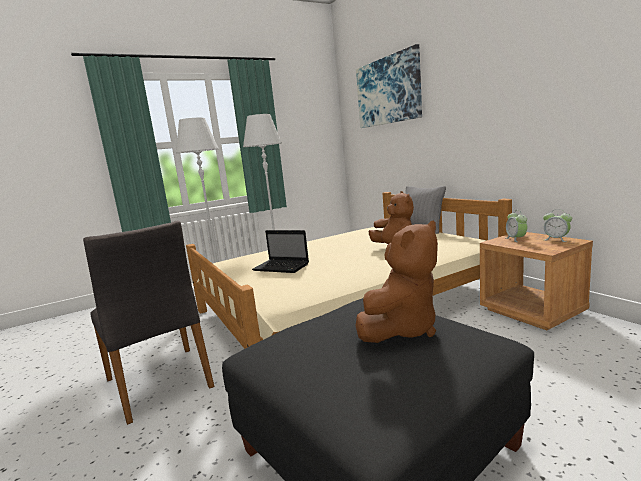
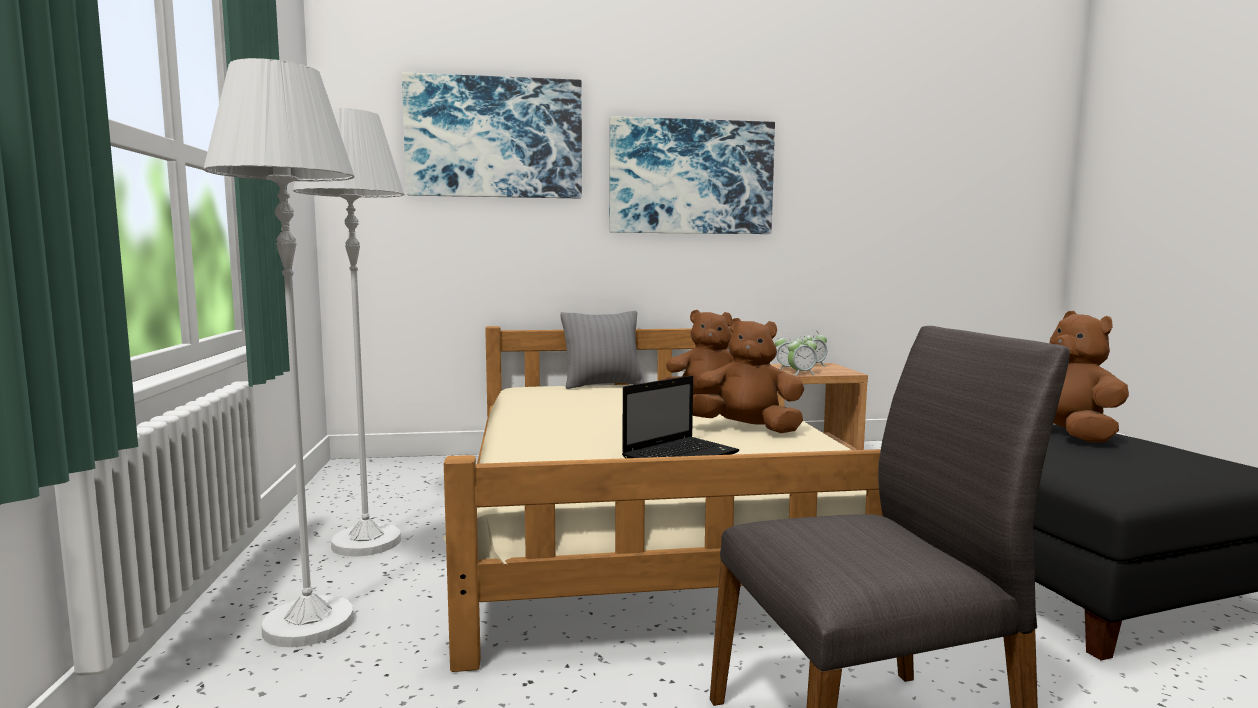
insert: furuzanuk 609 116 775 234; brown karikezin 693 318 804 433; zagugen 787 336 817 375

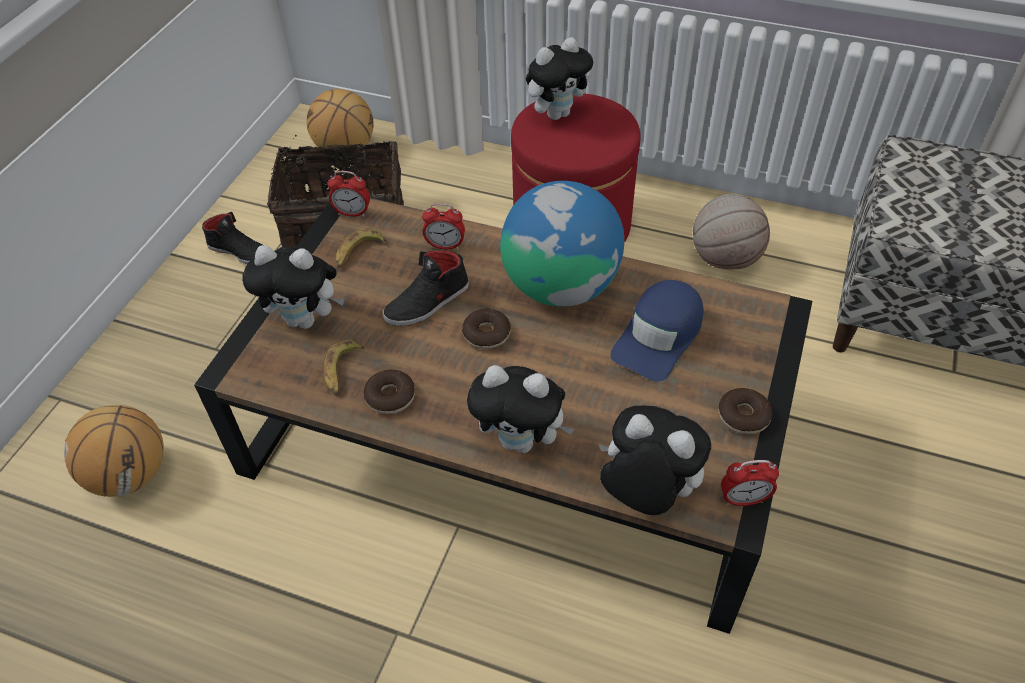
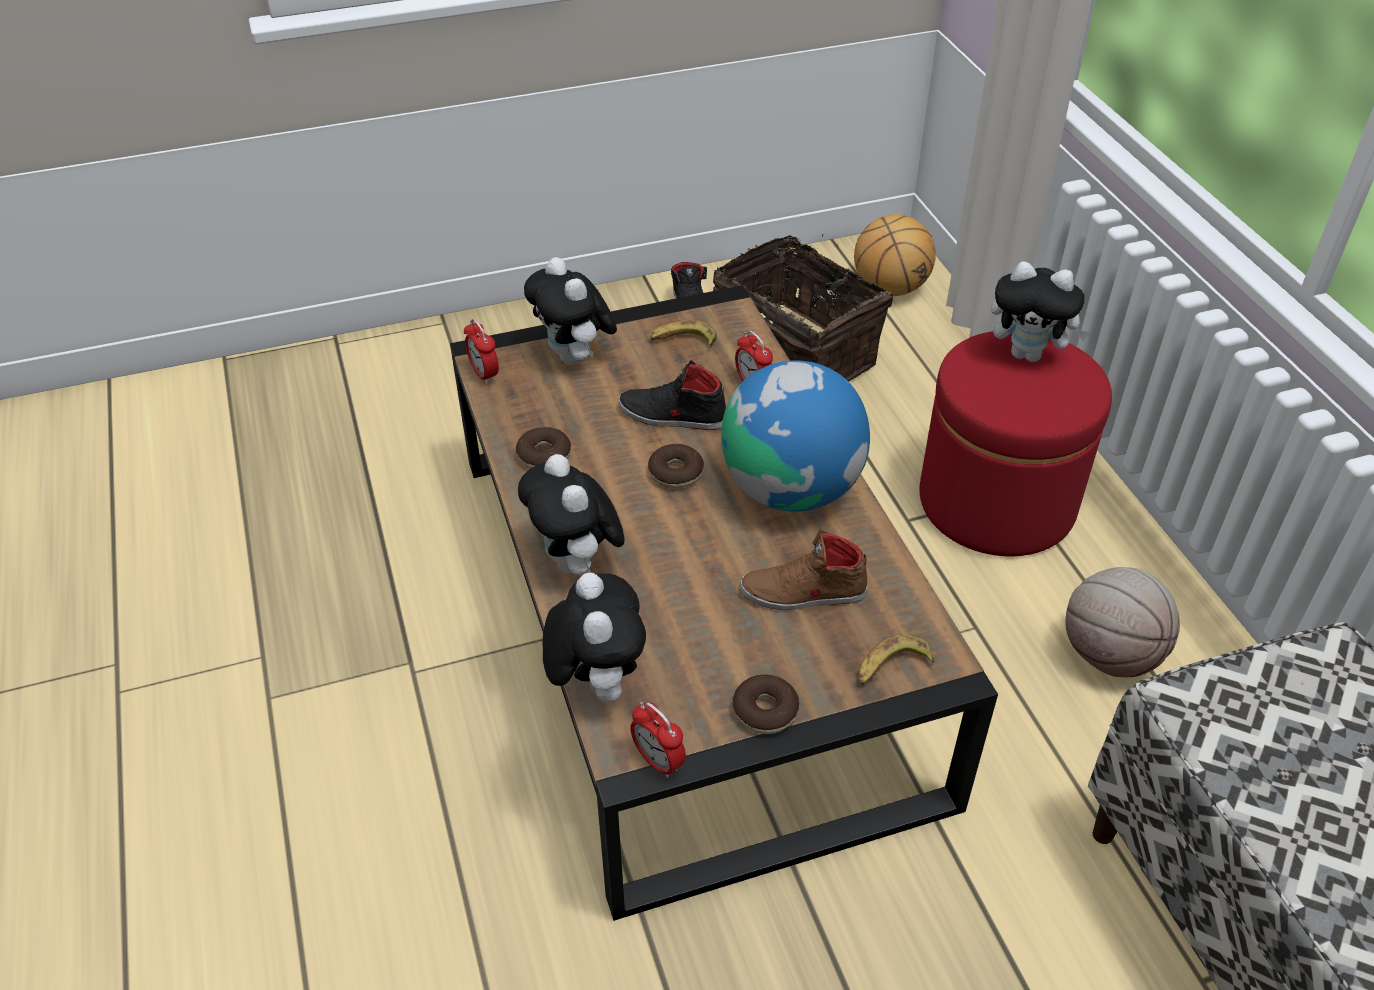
delete: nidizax 64 405 164 497
move: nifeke 323 339 365 395 to 859 634 935 685; zagugen 328 171 370 217 to 464 319 499 384
replace: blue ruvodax 610 280 704 382 to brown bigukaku 740 529 868 610

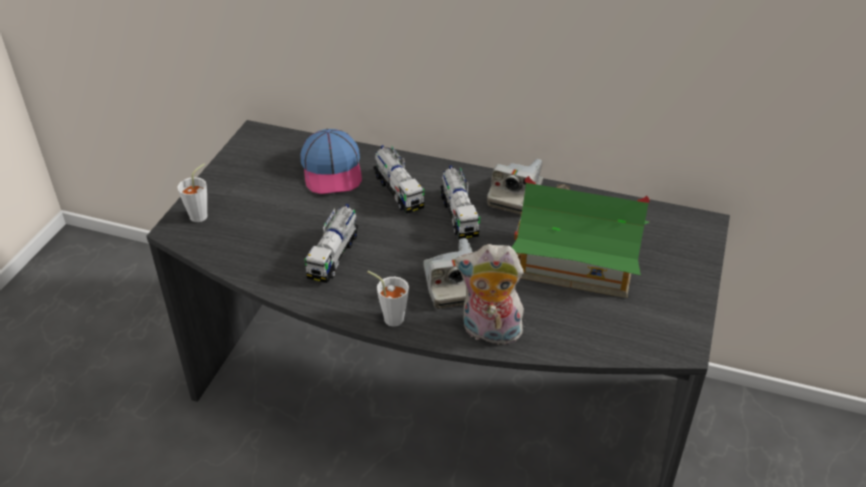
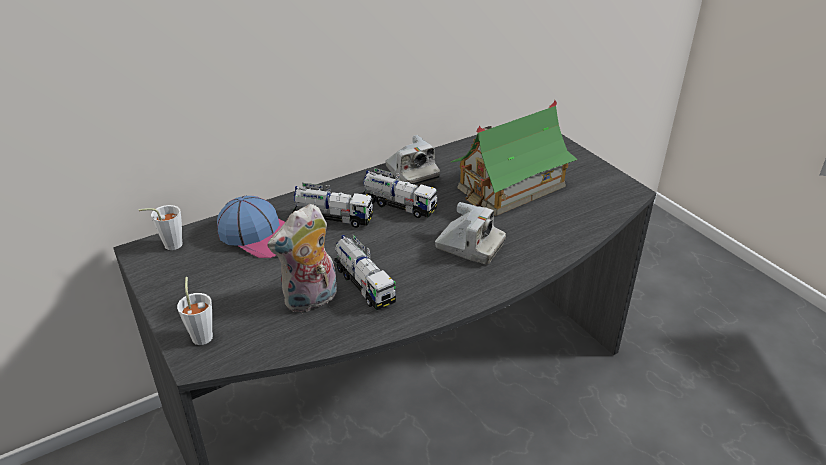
move: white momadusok 367 270 409 327 to 139 205 183 250; karikezin 455 244 525 345 to 267 204 337 312

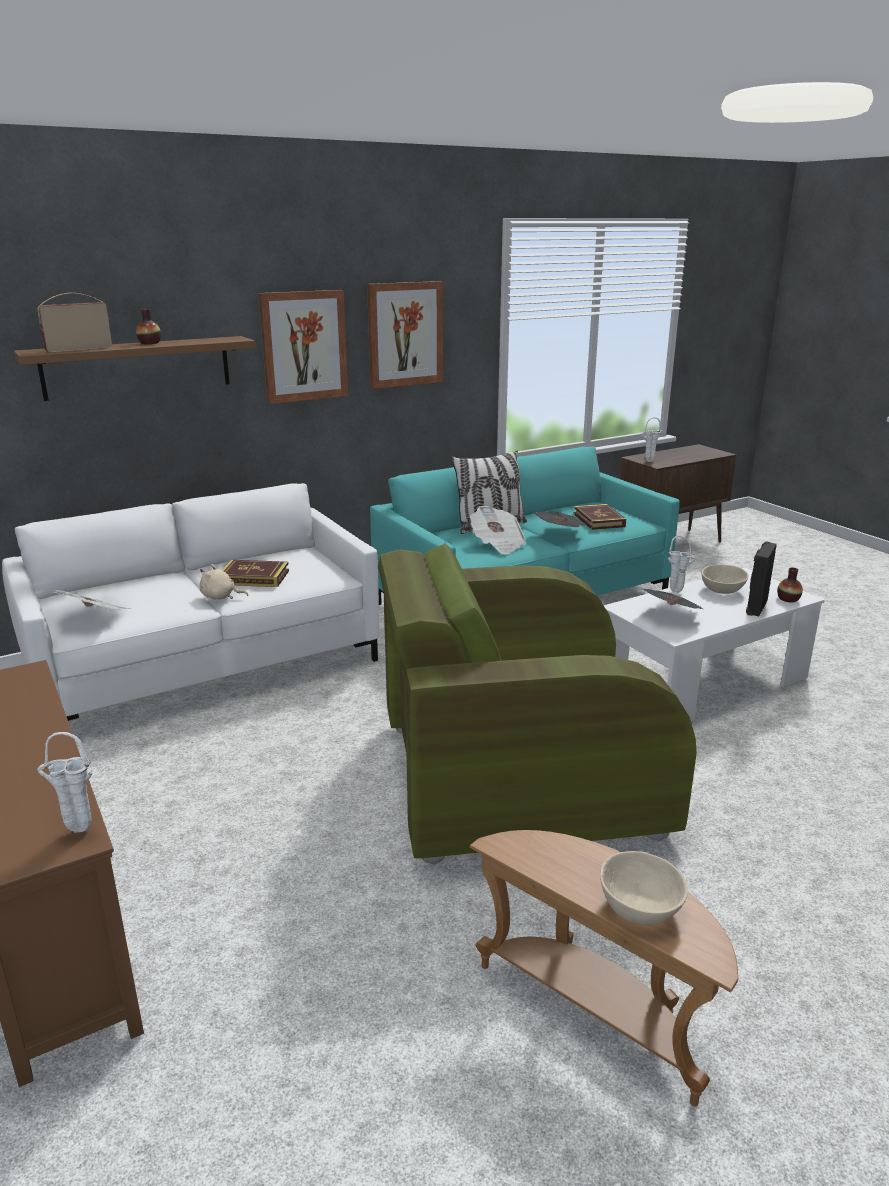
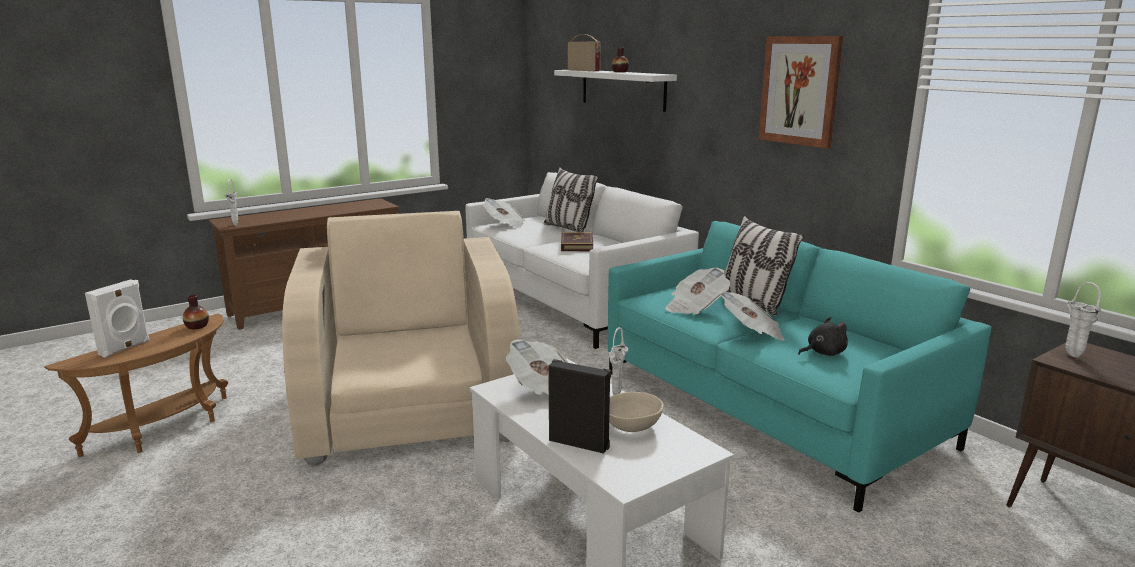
delete: beige karikezin 199 564 248 600; furuzanuk 259 290 348 404
insert: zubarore 544 167 599 232
move: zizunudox 777 567 803 602 to 183 295 209 329
replace: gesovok 574 504 626 530 to black karikezin 798 317 848 356; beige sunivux 600 851 688 925 to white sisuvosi 85 279 150 358
recolor: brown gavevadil 14 336 256 401 to white gavevadil 554 70 677 112; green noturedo 378 544 697 865 to beige noturedo 282 211 520 466

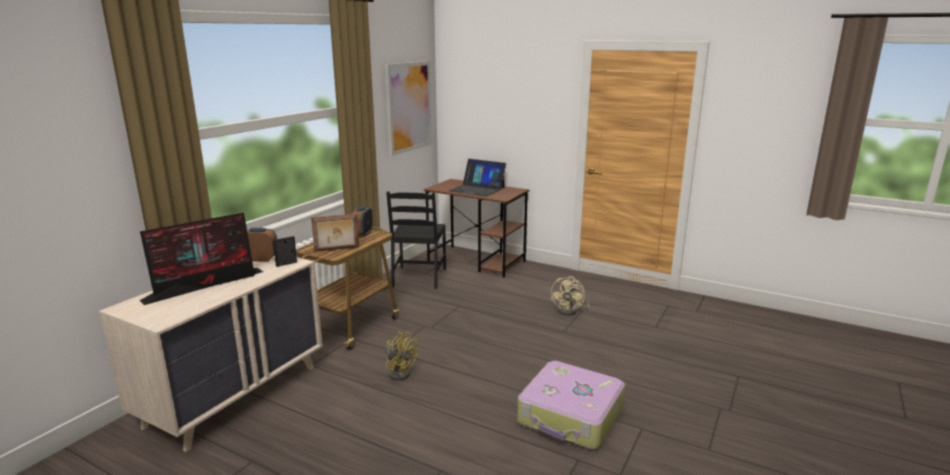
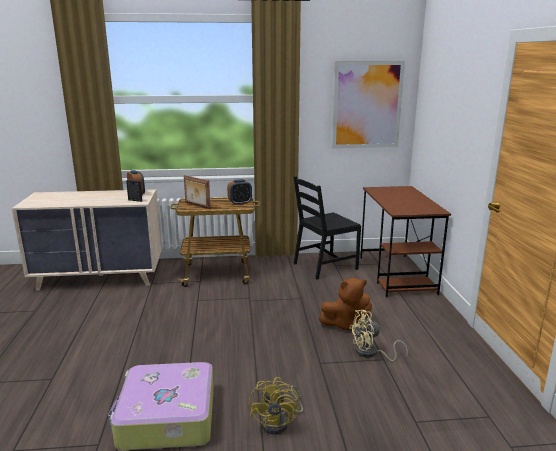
delete: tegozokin 139 213 263 305; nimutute 449 159 506 197
insert: brown karikezin 319 278 372 332
move: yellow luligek 385 331 417 381 to 249 377 303 435

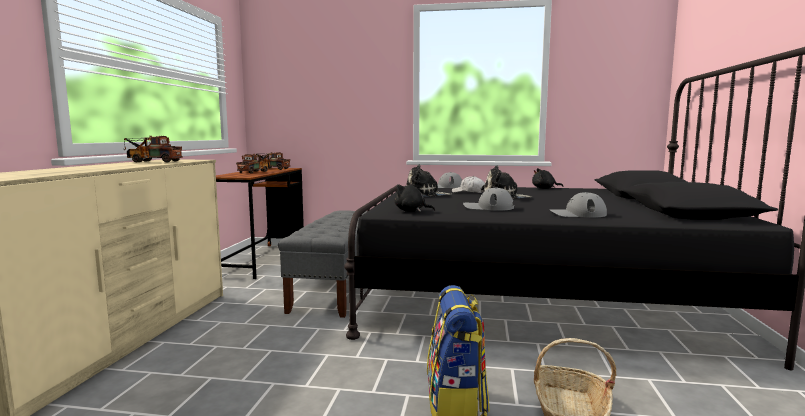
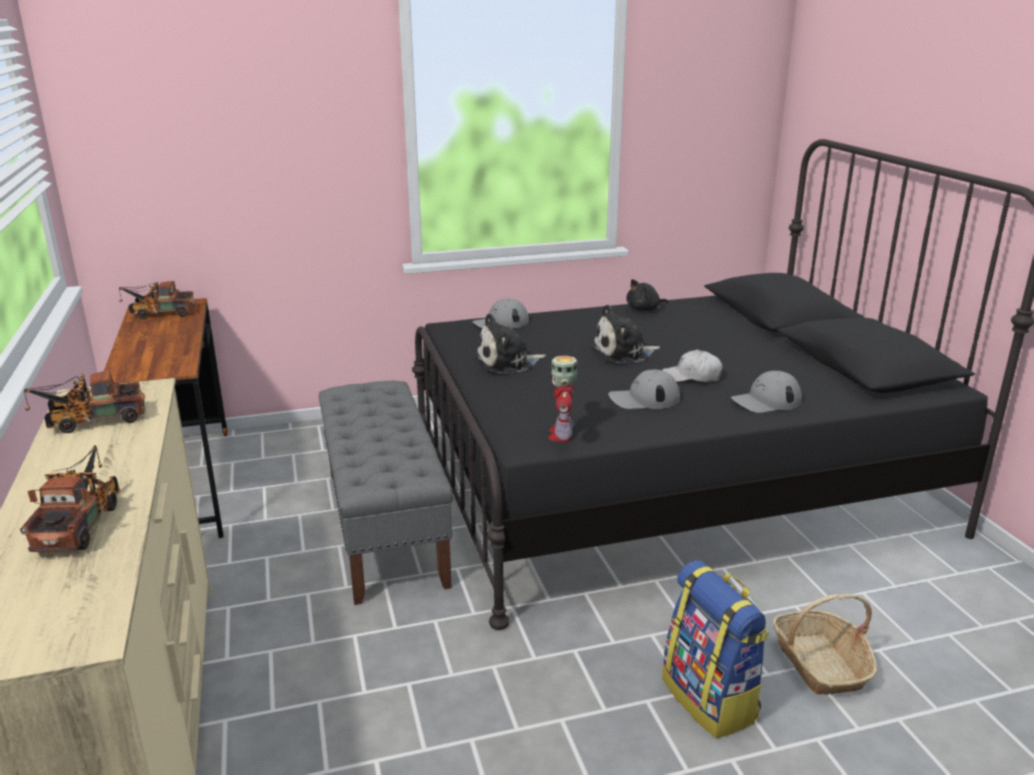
move: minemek 236 154 270 173 to 20 445 121 552; white ruvodax 452 176 485 193 to 662 350 722 382
replace: black karikezin 394 182 435 212 to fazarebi 548 355 578 442

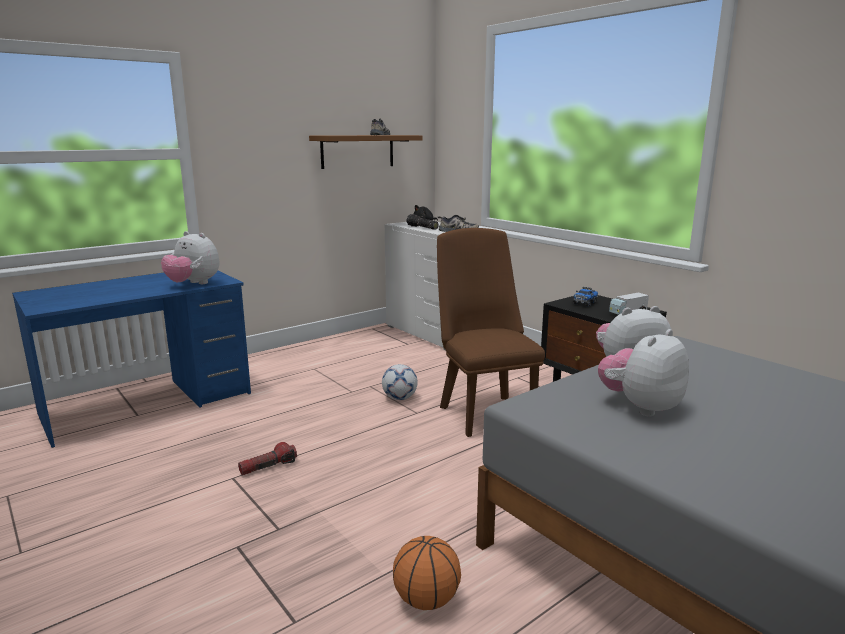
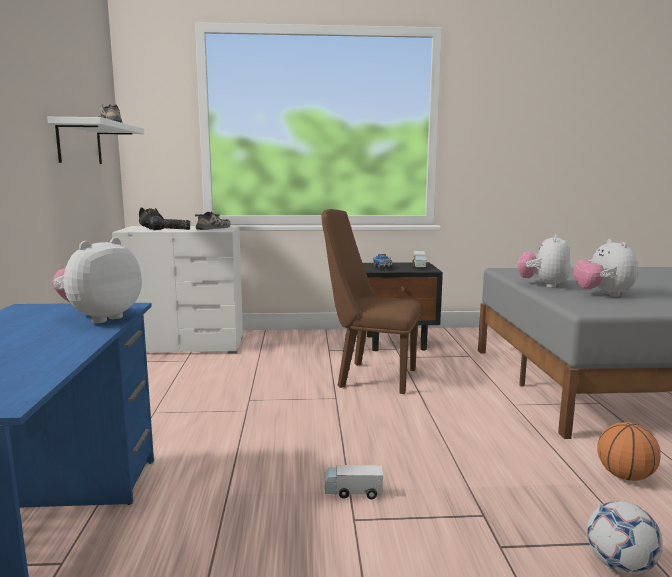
move: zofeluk 382 364 418 400 to 587 501 663 574
replace: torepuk 238 442 297 475 to minemek 324 465 383 499
recolor: brown gavevadil 309 135 423 169 to white gavevadil 47 117 144 164
rotate: karikezin 161 231 219 284 = 52 237 142 323 150 degrees clockwise

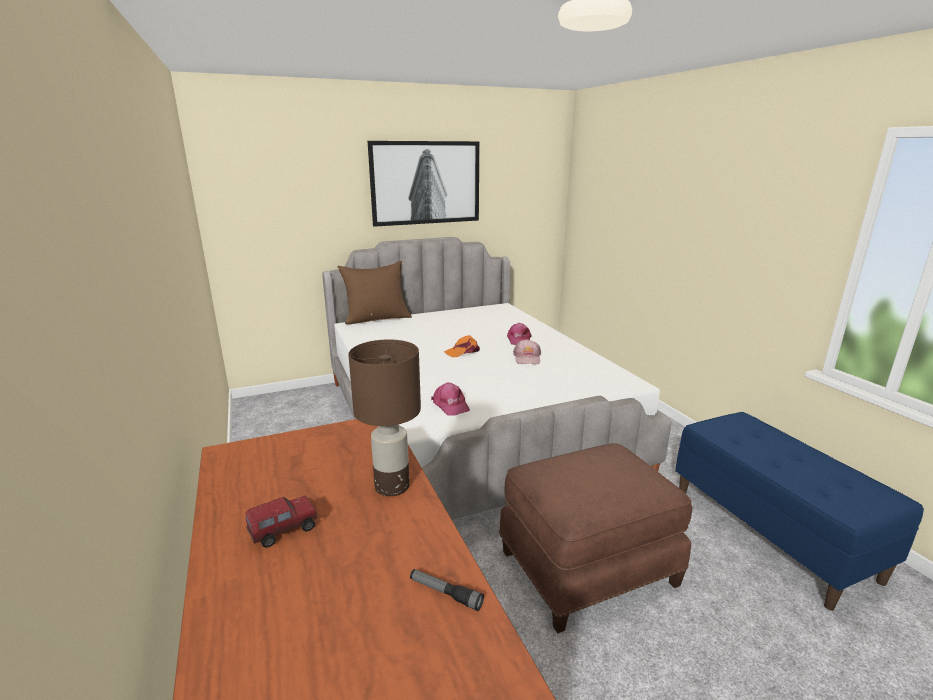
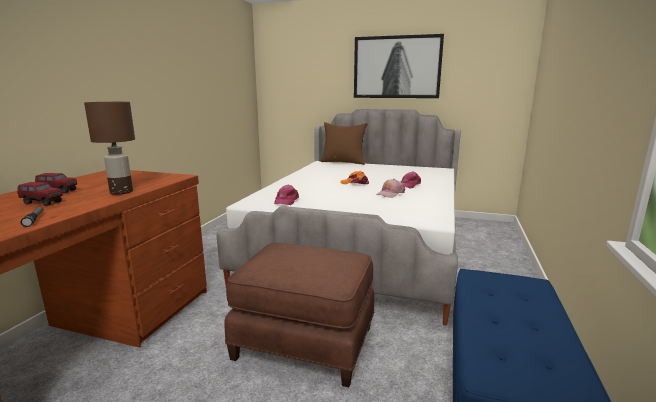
insert: minemek 17 182 63 206

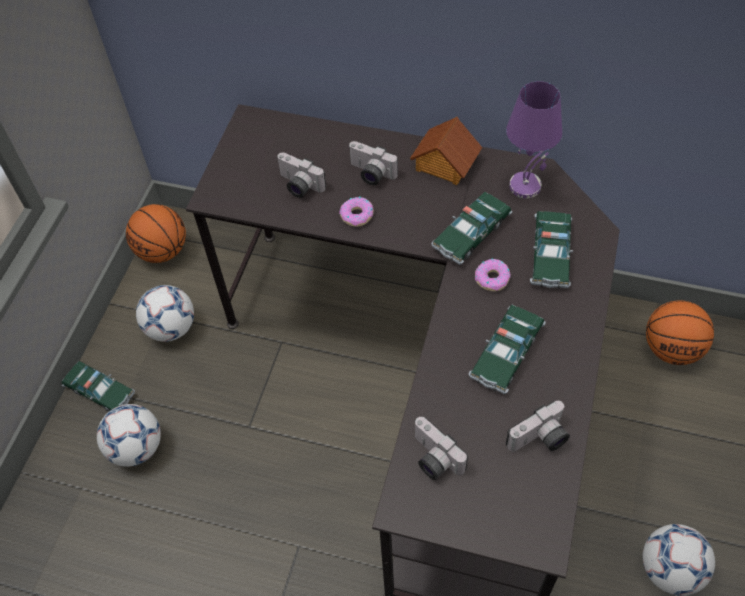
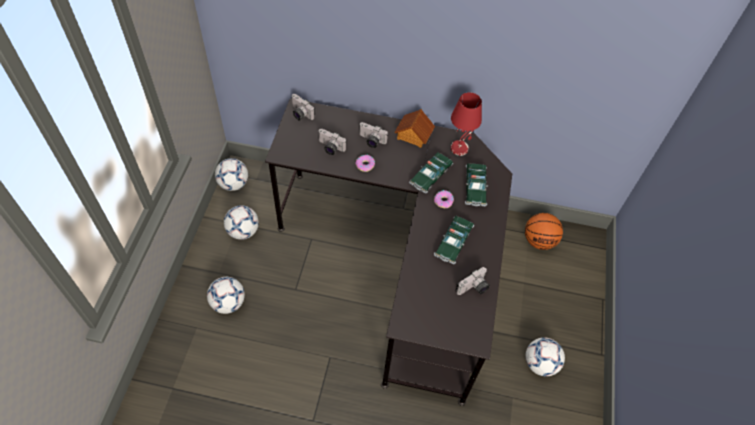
delete: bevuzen 61 361 135 412
move: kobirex 414 417 468 480 to 292 94 315 120
replace: nidizax 126 204 186 263 to zofeluk 215 158 248 191
recolor: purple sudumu 506 81 562 198 to red sudumu 451 92 482 156

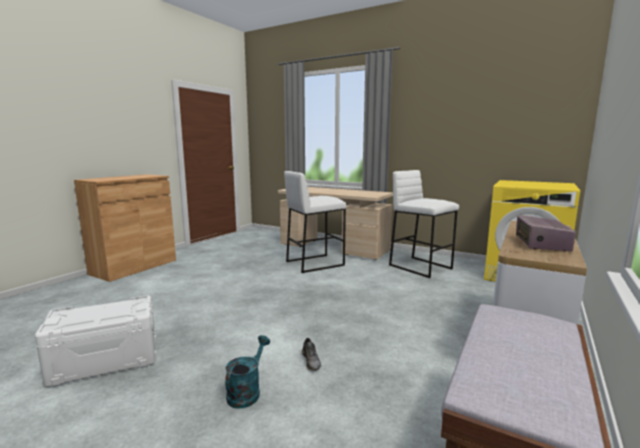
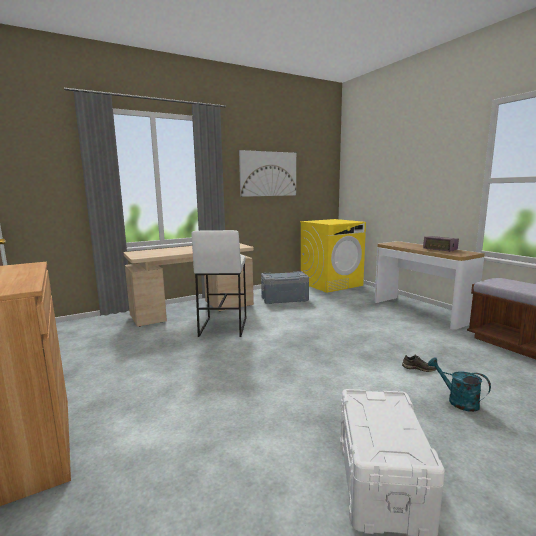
insert: furuzanuk 239 150 296 197
replace: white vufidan 389 170 459 278 to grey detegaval 261 271 309 304

